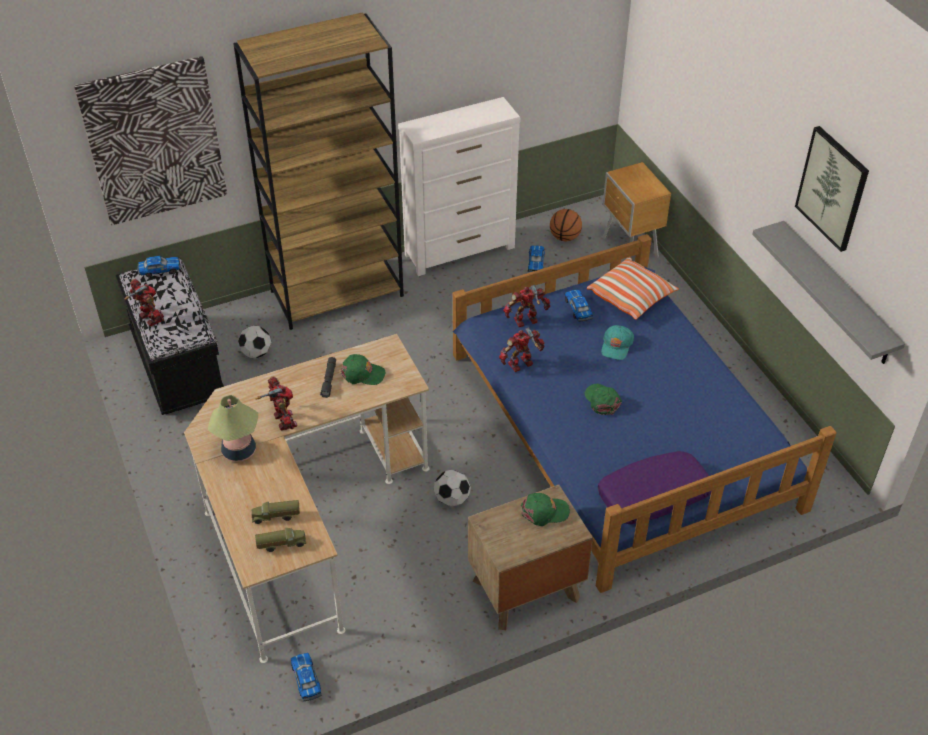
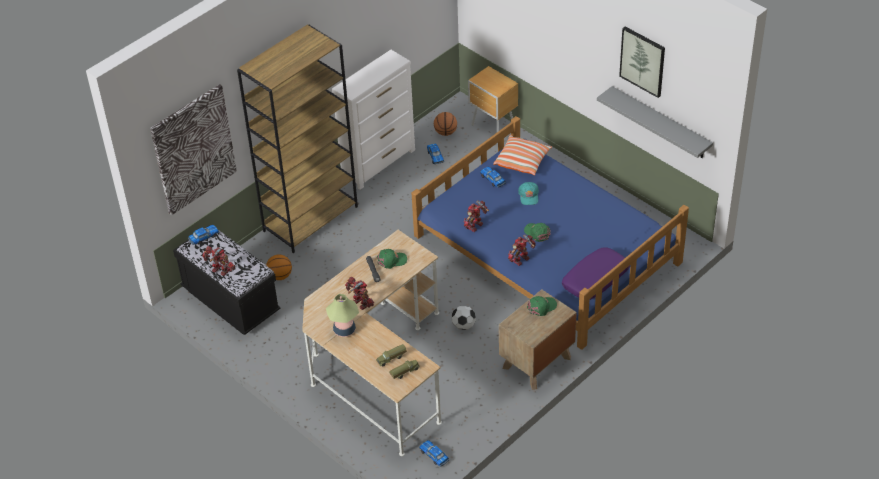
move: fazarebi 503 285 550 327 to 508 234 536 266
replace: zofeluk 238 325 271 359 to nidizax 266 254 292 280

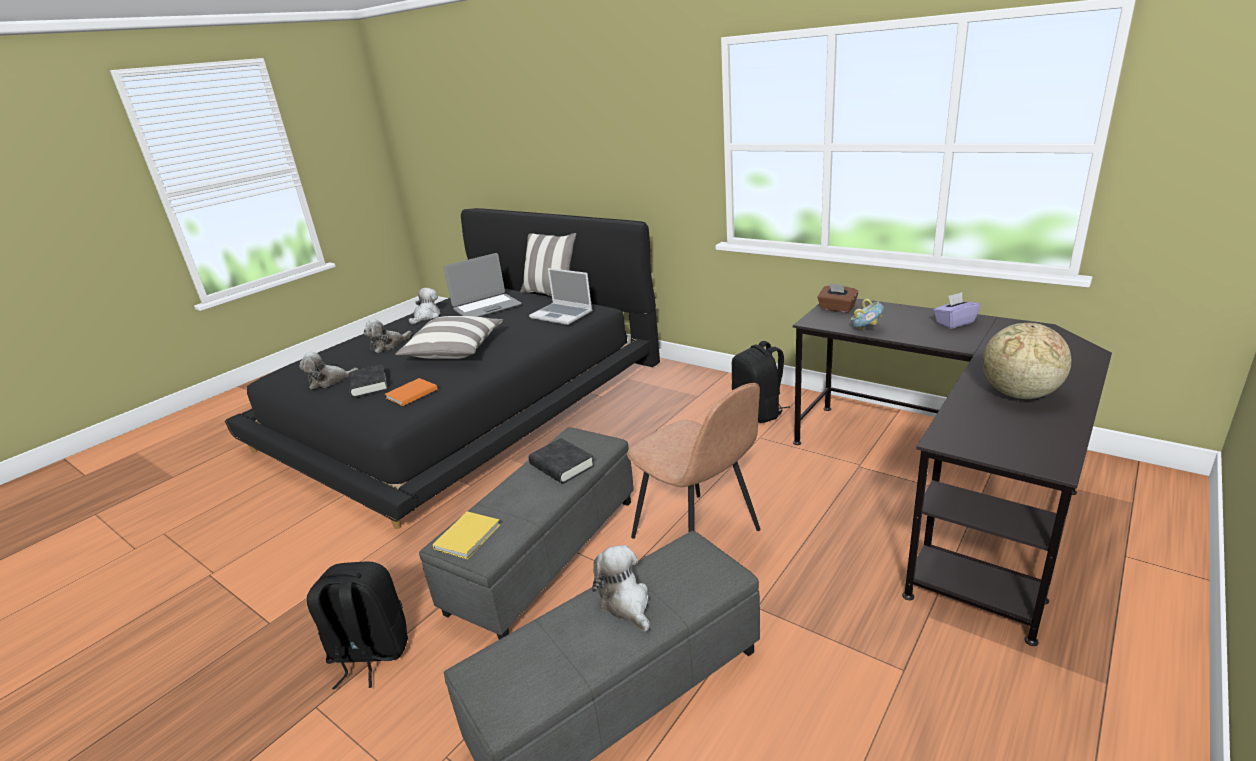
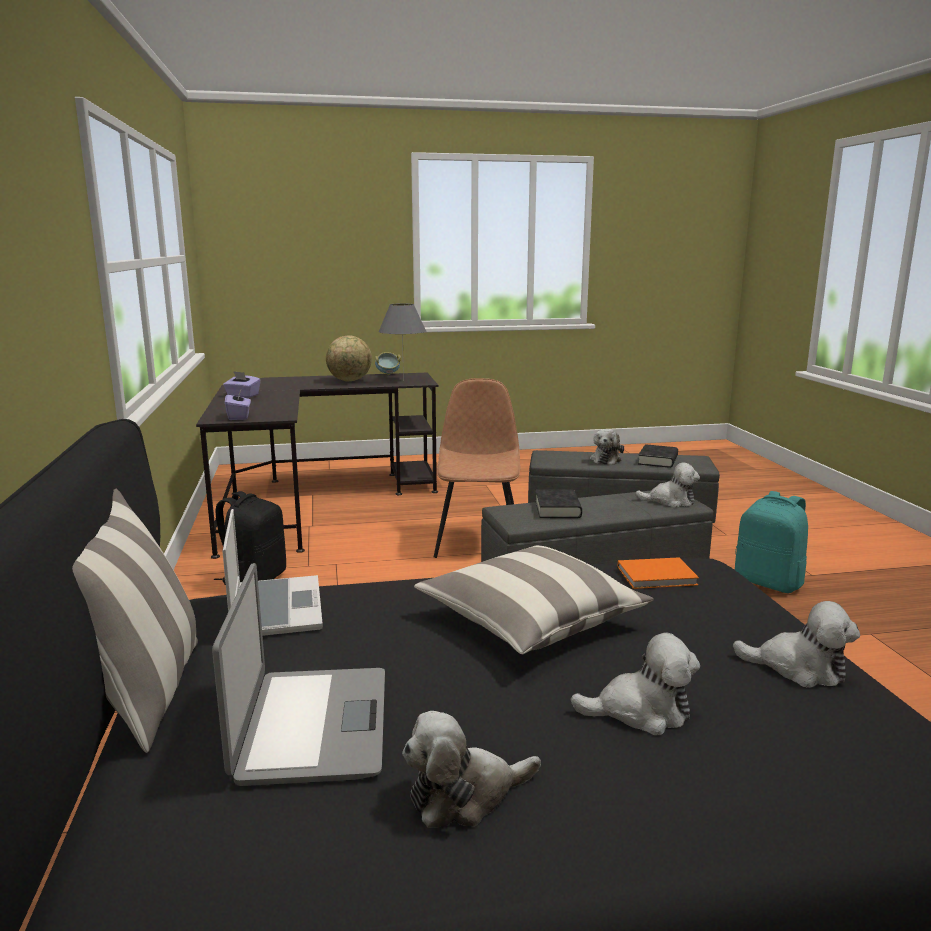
insert: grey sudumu 378 303 426 381
move: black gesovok 349 364 388 398 to 638 444 678 468; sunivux 851 299 884 330 to 375 352 401 375
replace: yellow gesovok 433 512 500 559 to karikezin 635 462 700 508
recolor: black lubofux 307 562 408 690 to turquoise lubofux 735 491 808 593; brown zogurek 817 283 859 313 to purple zogurek 225 388 251 420
rotate: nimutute 444 253 522 317 = 212 563 385 786 75 degrees clockwise

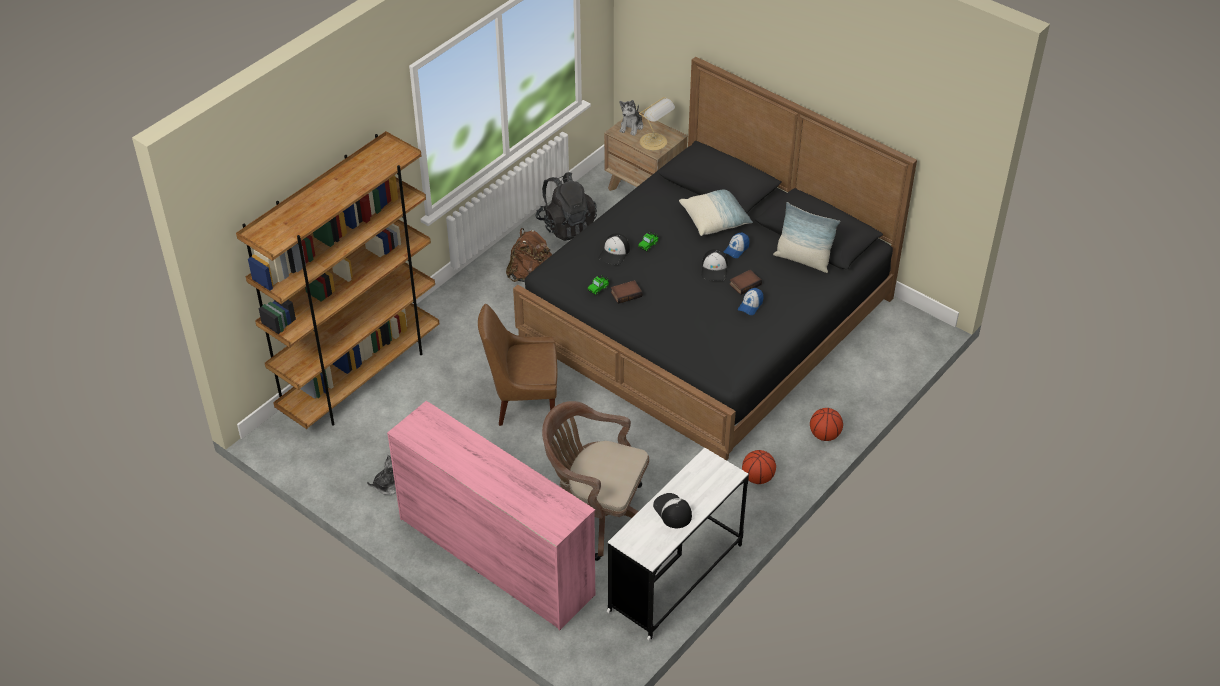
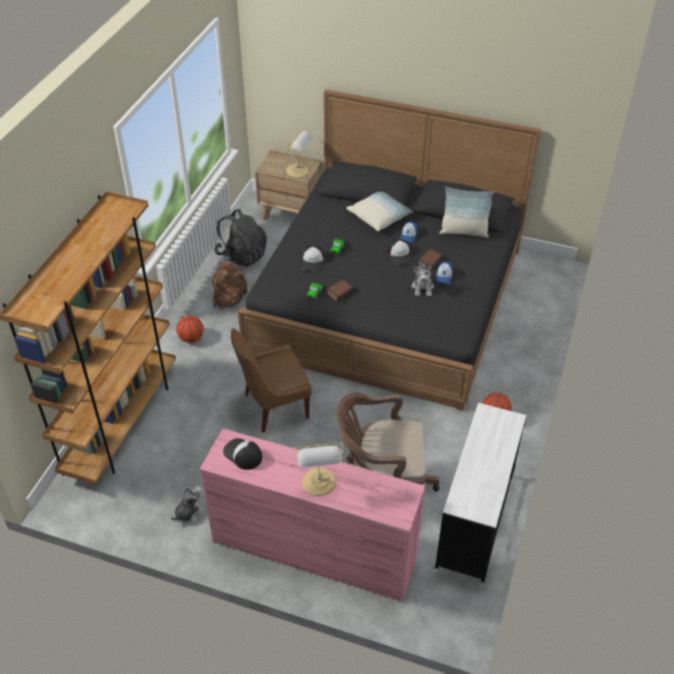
insert: sudumu 294 443 344 496
move: karikezin 619 100 643 136 to 412 263 434 296; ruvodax 653 493 692 528 to 223 438 262 470; nidizax 810 408 843 441 to 176 316 204 343

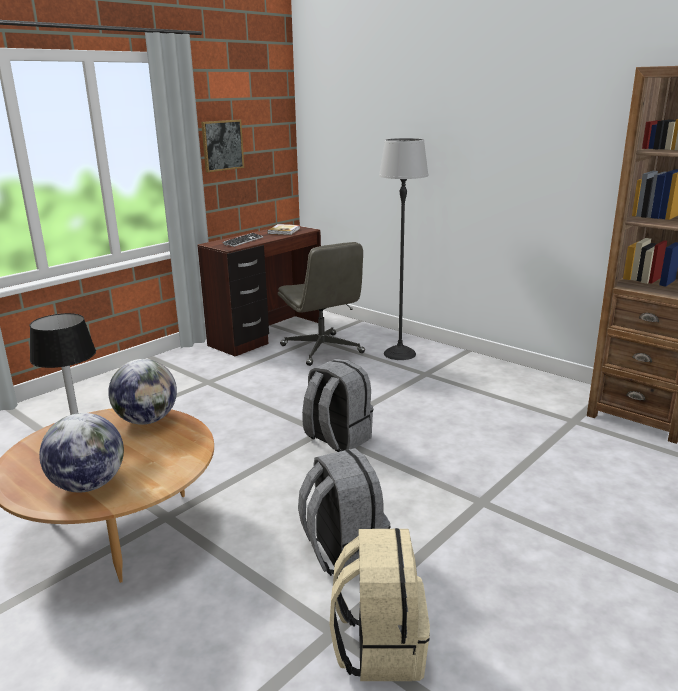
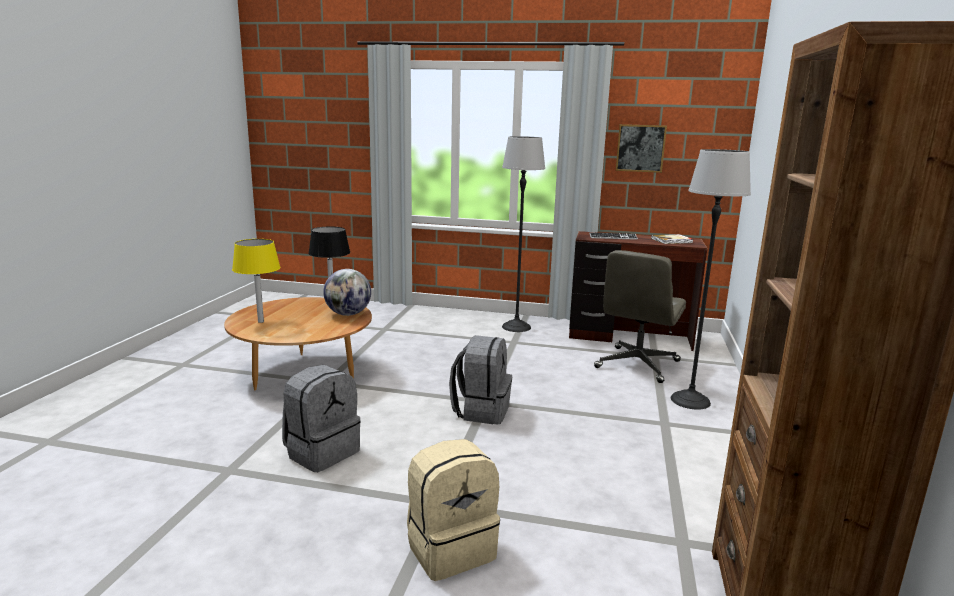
insert: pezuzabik 502 136 545 332
move: beige lubofux 329 528 430 681 to 407 439 500 581
replace: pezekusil 39 413 124 493 to yellow sudumu 232 239 281 323

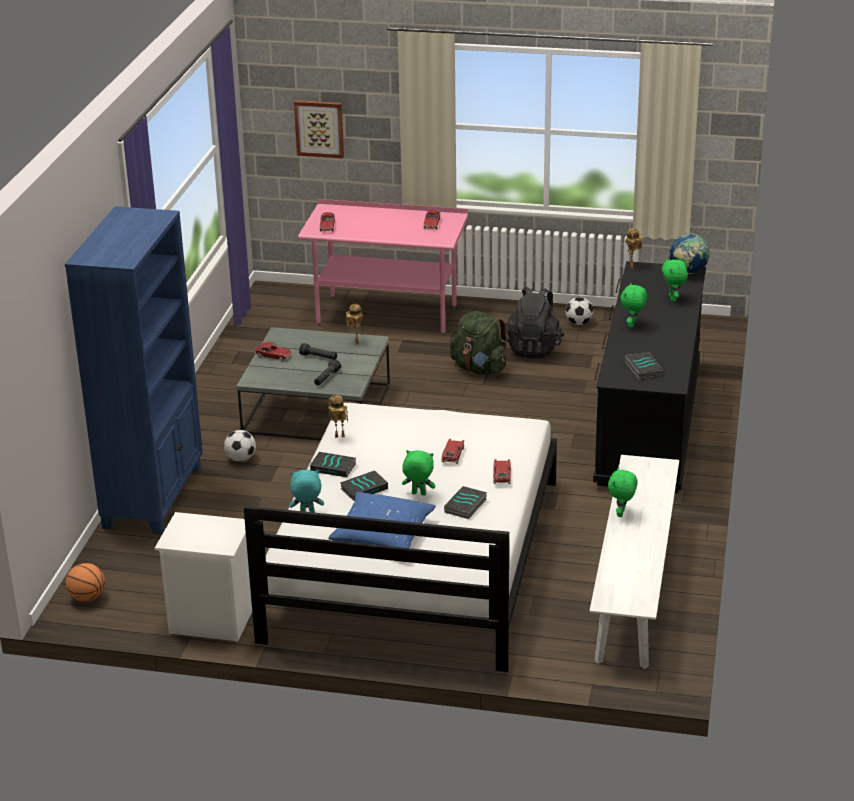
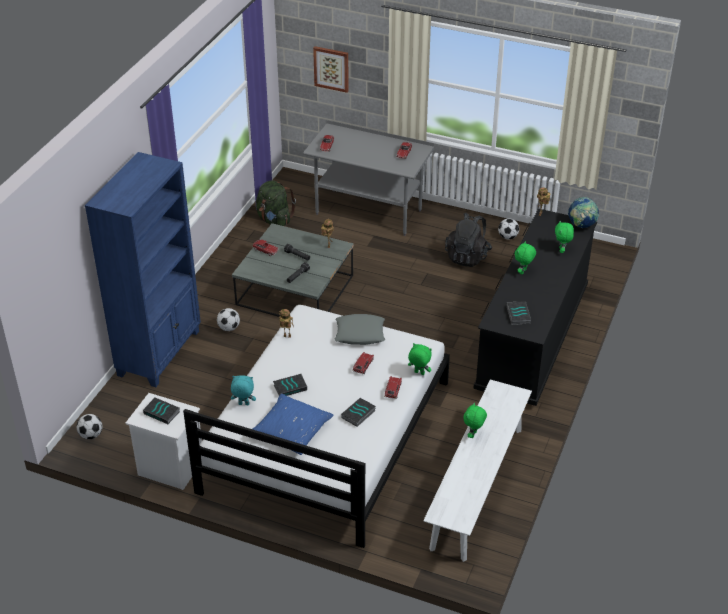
insert: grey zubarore 334 314 385 345
move: gesovok 310 452 356 477 to 143 398 180 424; green karikezin 402 450 435 495 to 408 343 432 375; green lubofux 450 311 508 375 to 256 180 296 226
replace: nidizax 66 563 105 602 to zofeluk 77 414 102 439
recolor: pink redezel 298 199 468 336 to grey redezel 303 120 434 236

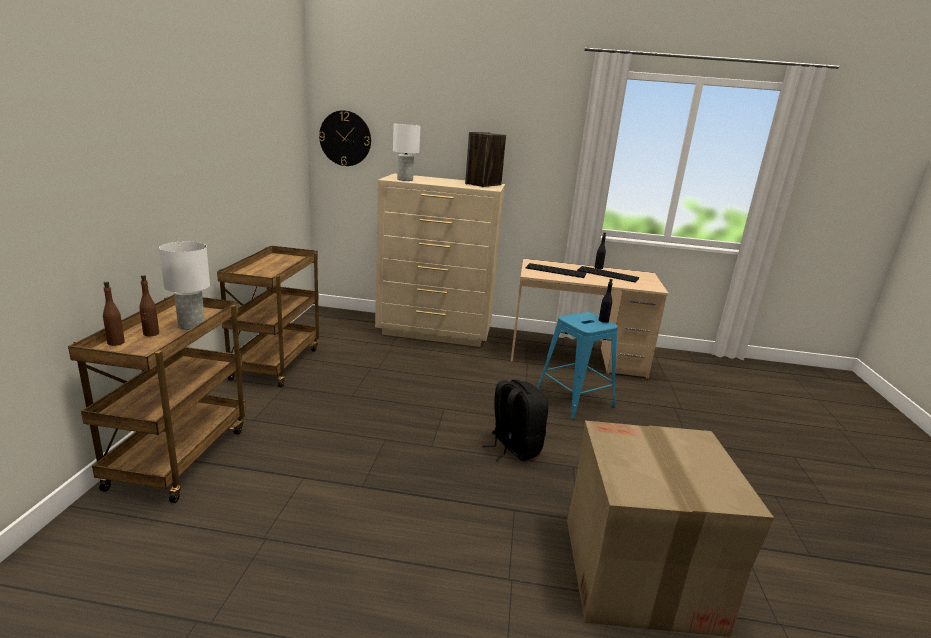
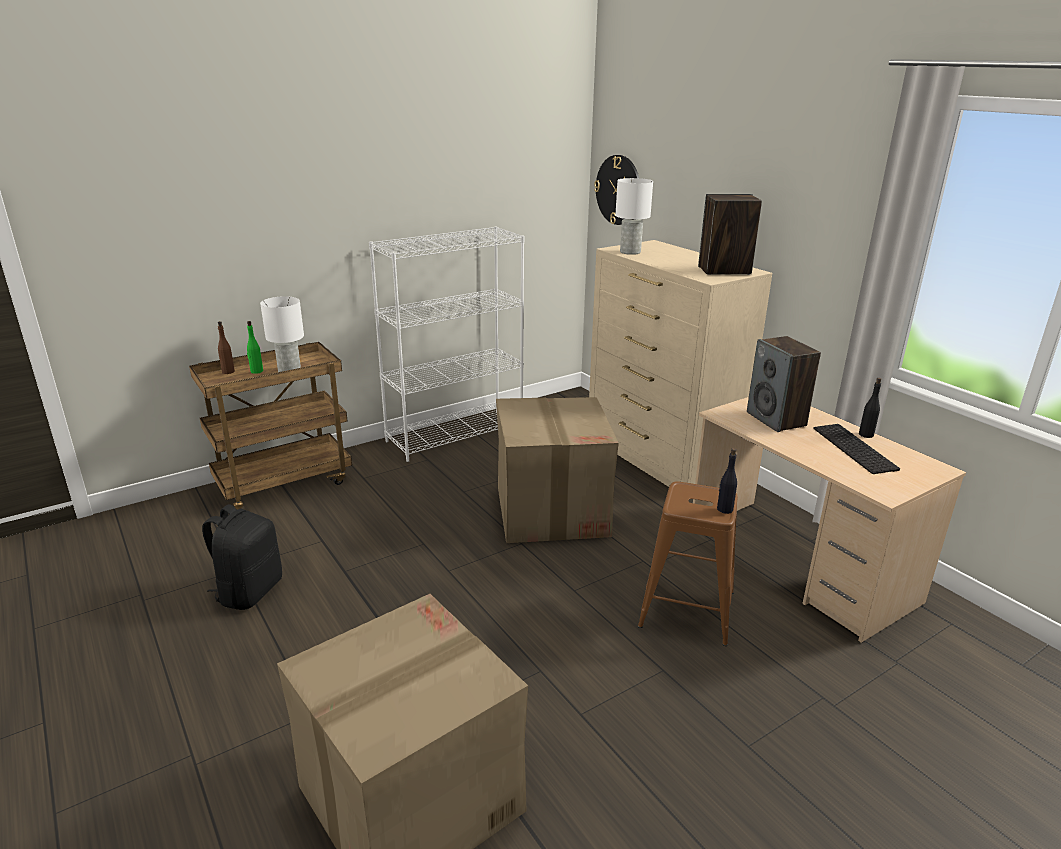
insert: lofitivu 496 397 619 543
move: black lubofux 483 379 549 461 to 202 504 282 610
replace: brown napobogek 217 246 319 387 to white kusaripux 369 226 525 462; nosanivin 525 263 587 278 to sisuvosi 747 336 821 432
recolor: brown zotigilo 139 275 159 337 to green zotigilo 247 321 263 374; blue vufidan 537 312 618 419 to brown vufidan 638 482 738 646

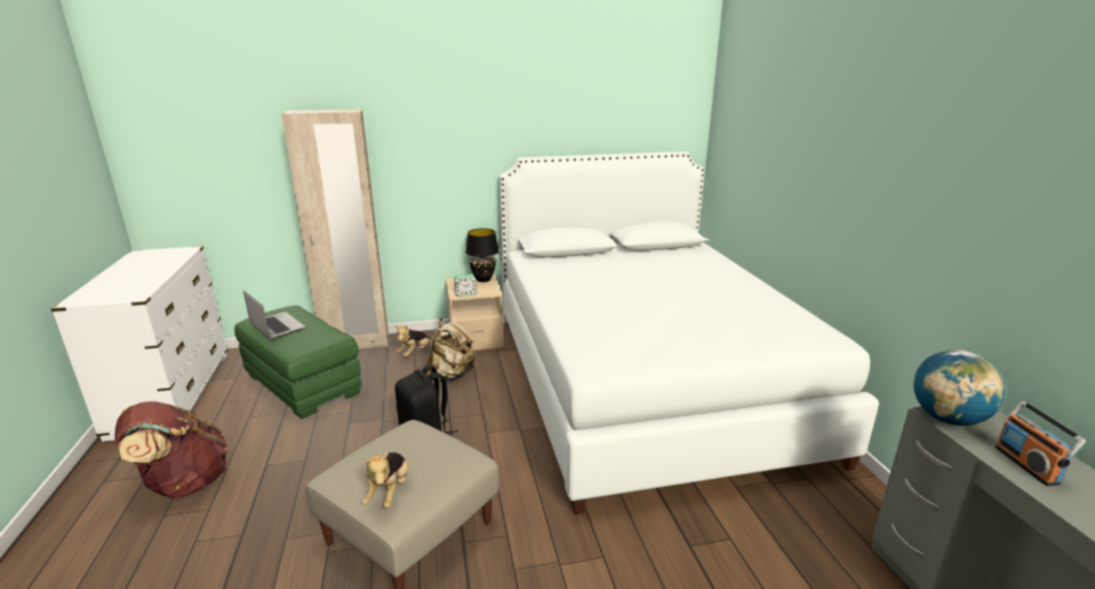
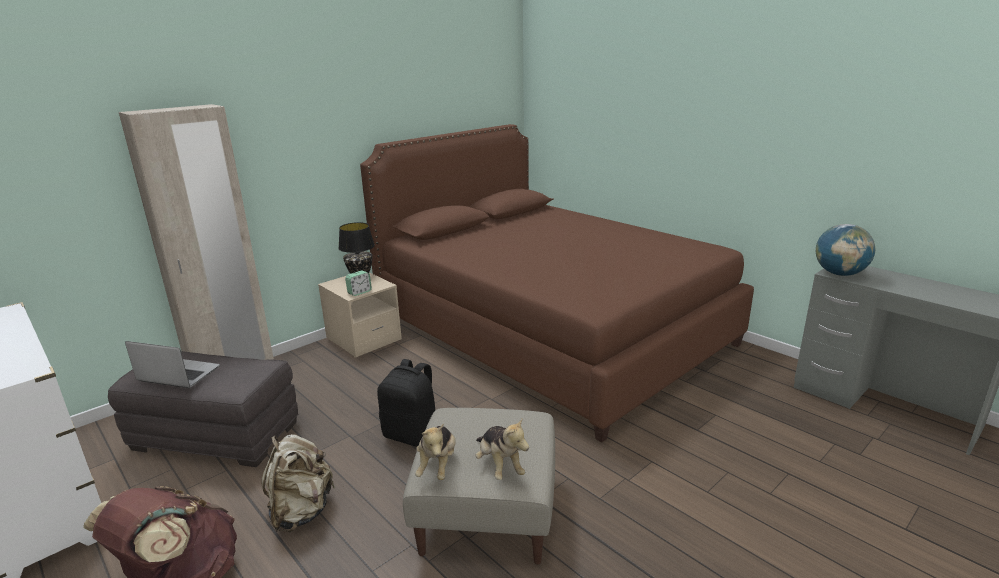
delete: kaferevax 995 401 1086 486
move: karikezin 395 325 432 357 to 415 423 456 480; beige lubofux 427 318 475 381 to 261 434 335 532
recolor: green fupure 234 305 362 419 to grey fupure 108 351 298 467; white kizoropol 499 151 879 515 to brown kizoropol 360 124 754 442

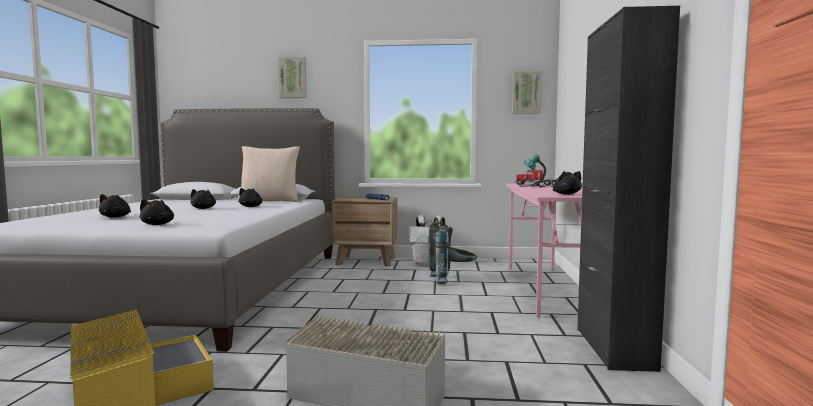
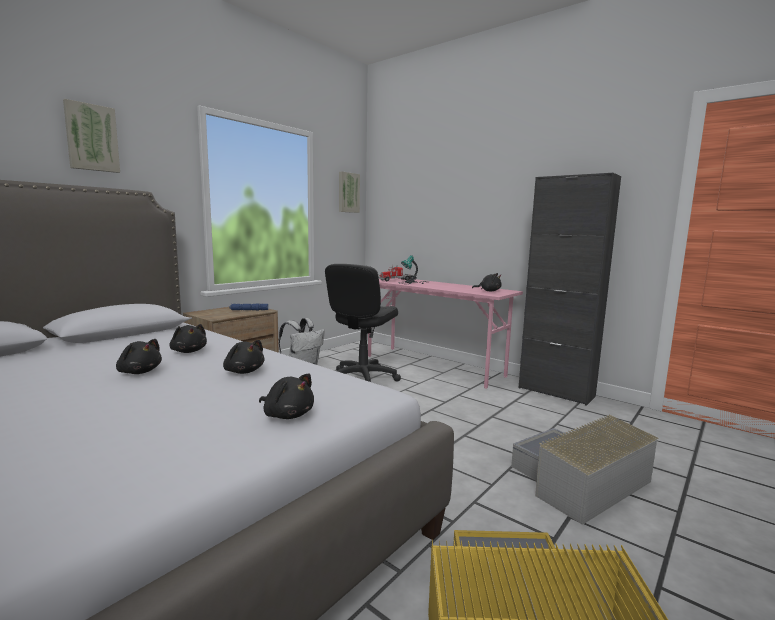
delete: beige zubarore 237 146 300 202
move: black karikezin 99 194 131 218 to 223 340 264 374
replace: grey lubofux 428 217 477 284 to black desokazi 325 264 401 382

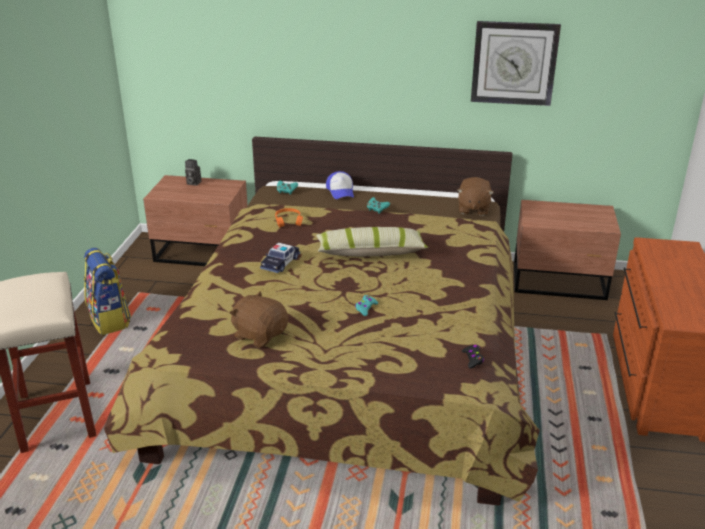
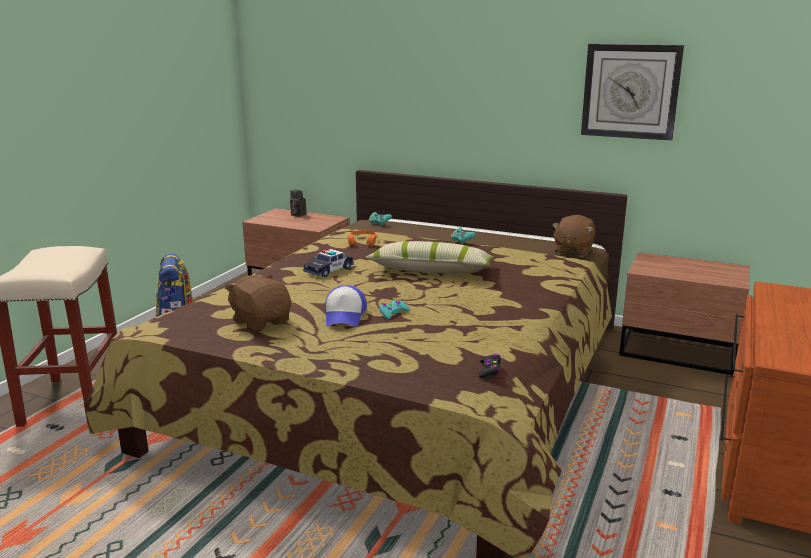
move: ruvodax 326 171 354 199 to 325 285 367 326

